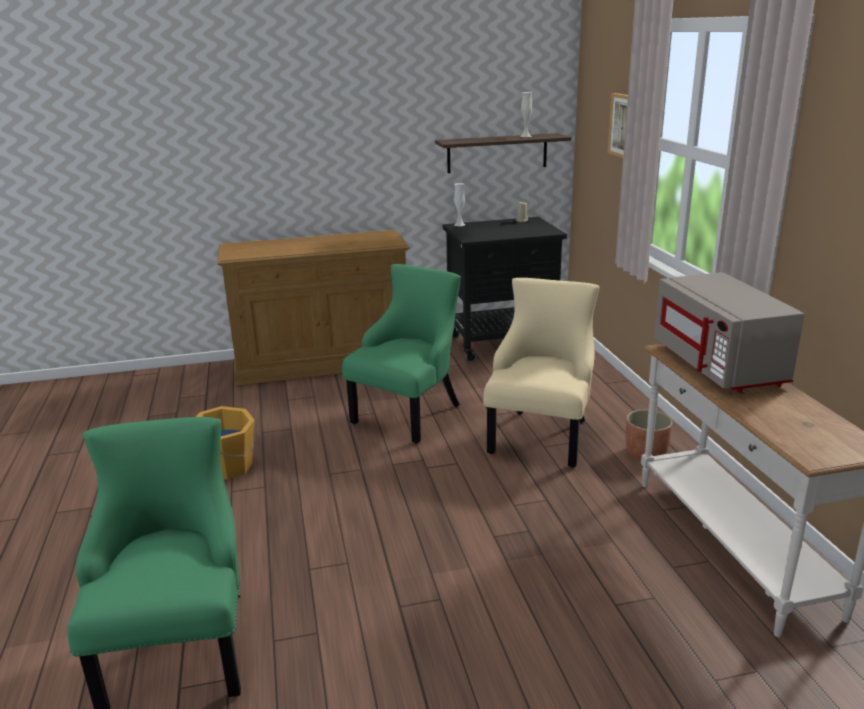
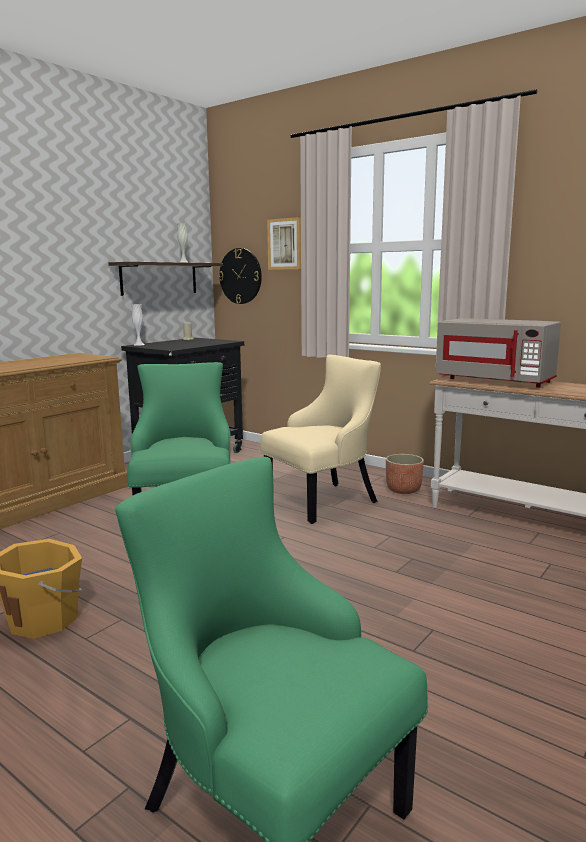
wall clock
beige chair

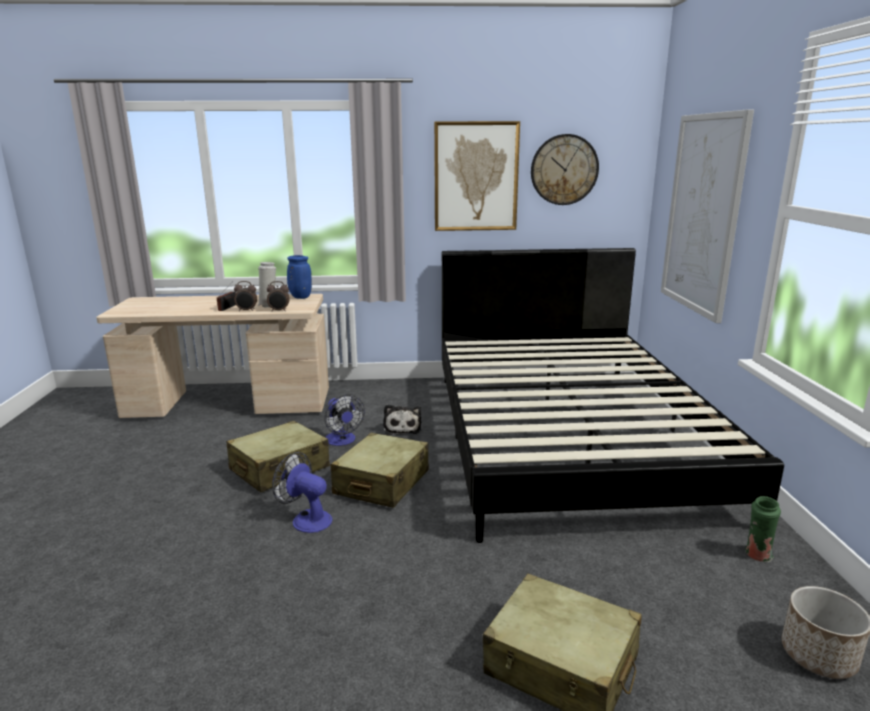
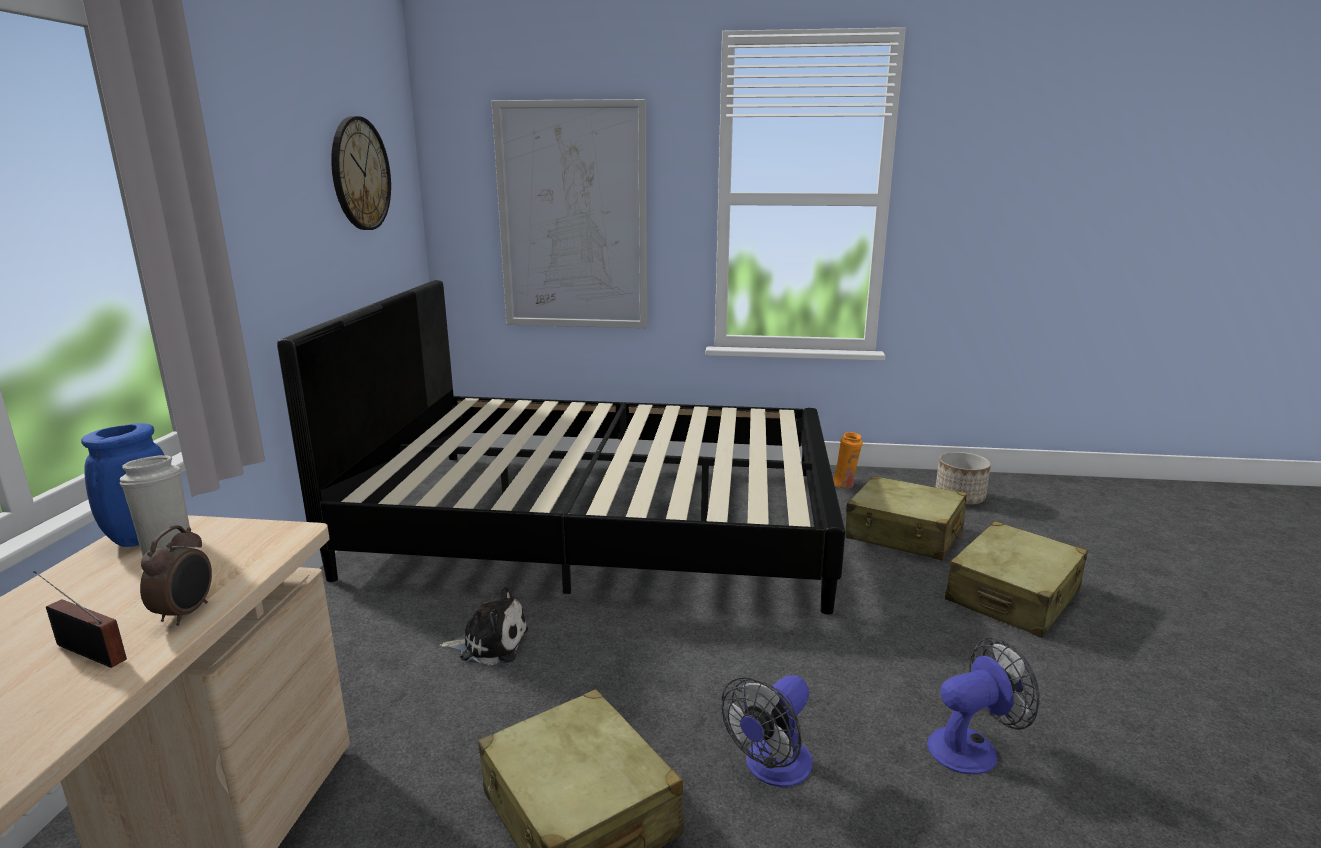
alarm clock (no. 2 from left in the first image)
picture (no. 1 from left in the first image)
fan (no. 2 from left)
beige suitcase (no. 2 from left)
orange vase

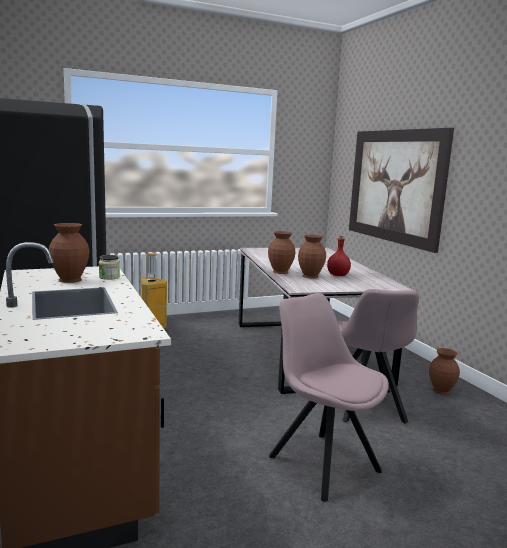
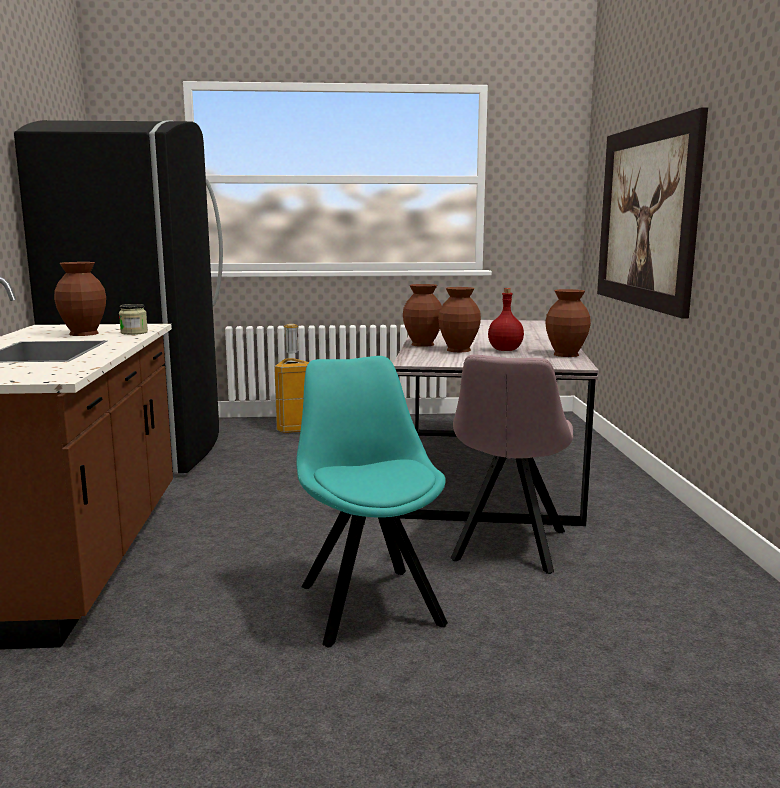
brown vase (no. 4 from left)
turquoise chair

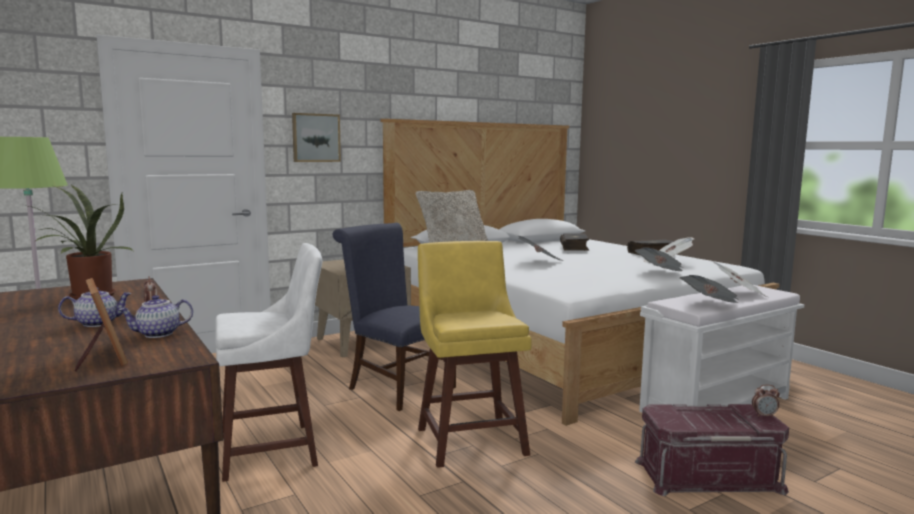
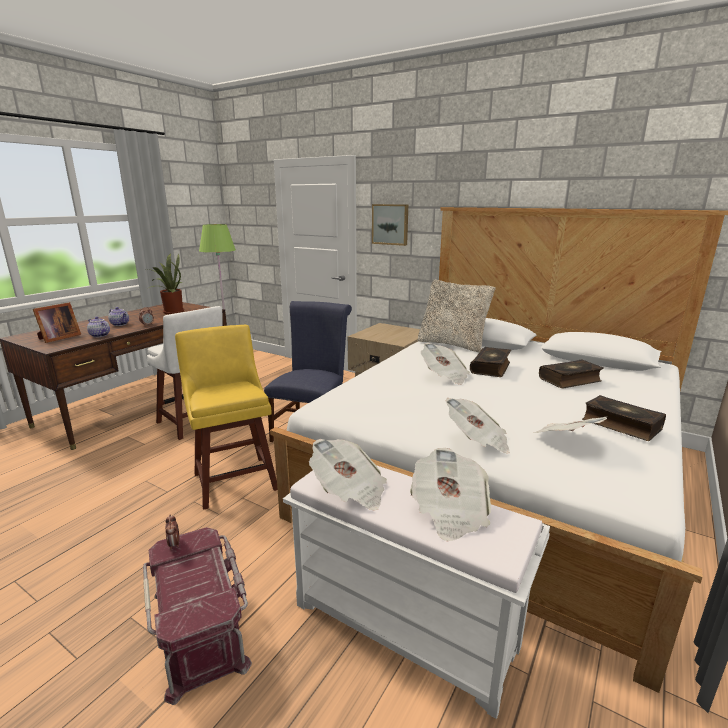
book (no. 1 from left)
alarm clock (no. 2 from left)
yellow chair

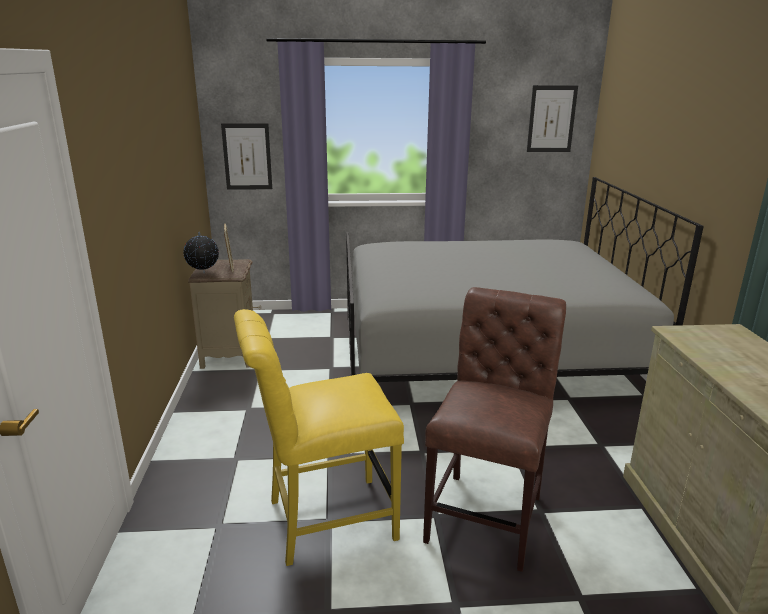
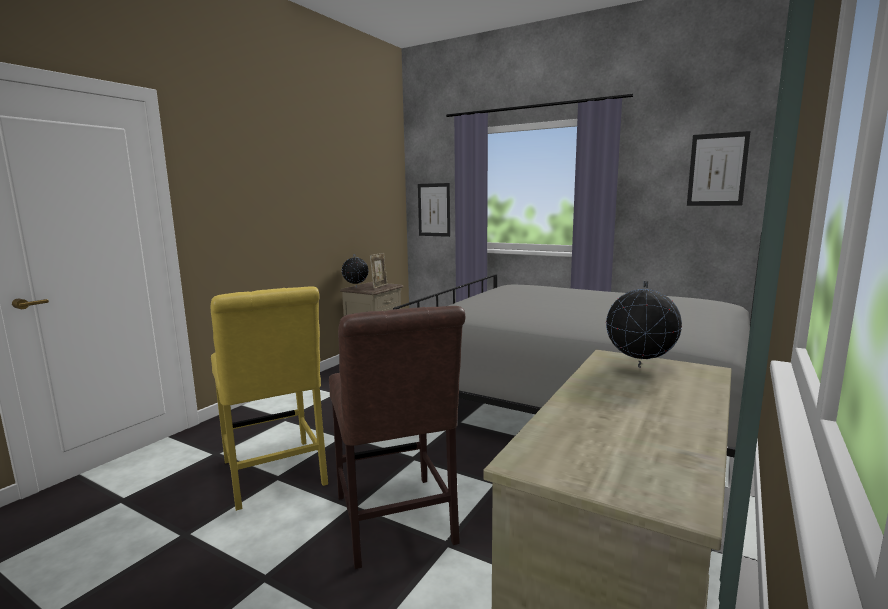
globe (no. 2 from left)
yellow chair
brown chair

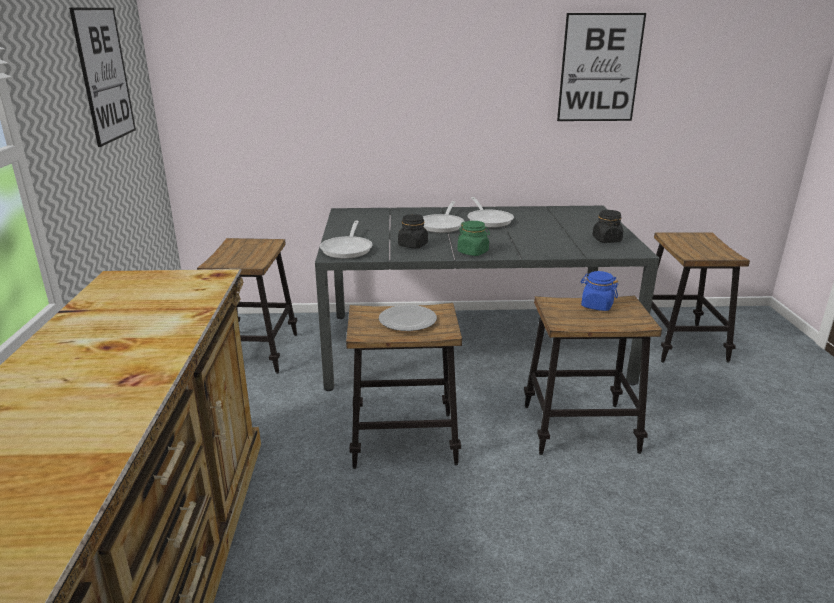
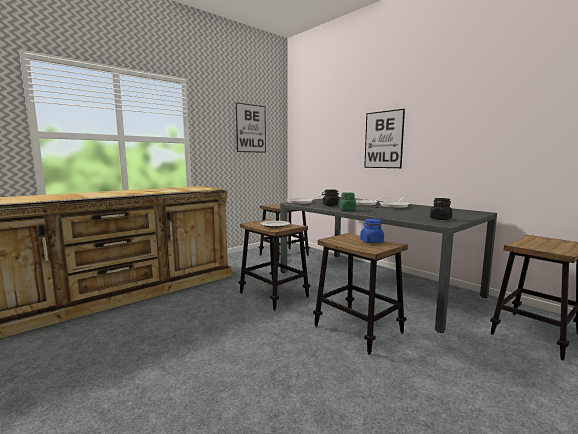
picture (no. 2 from left)

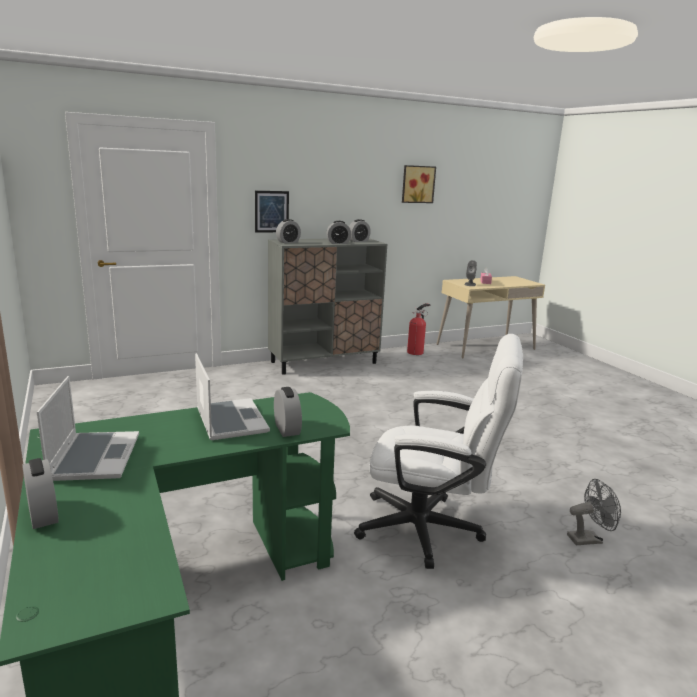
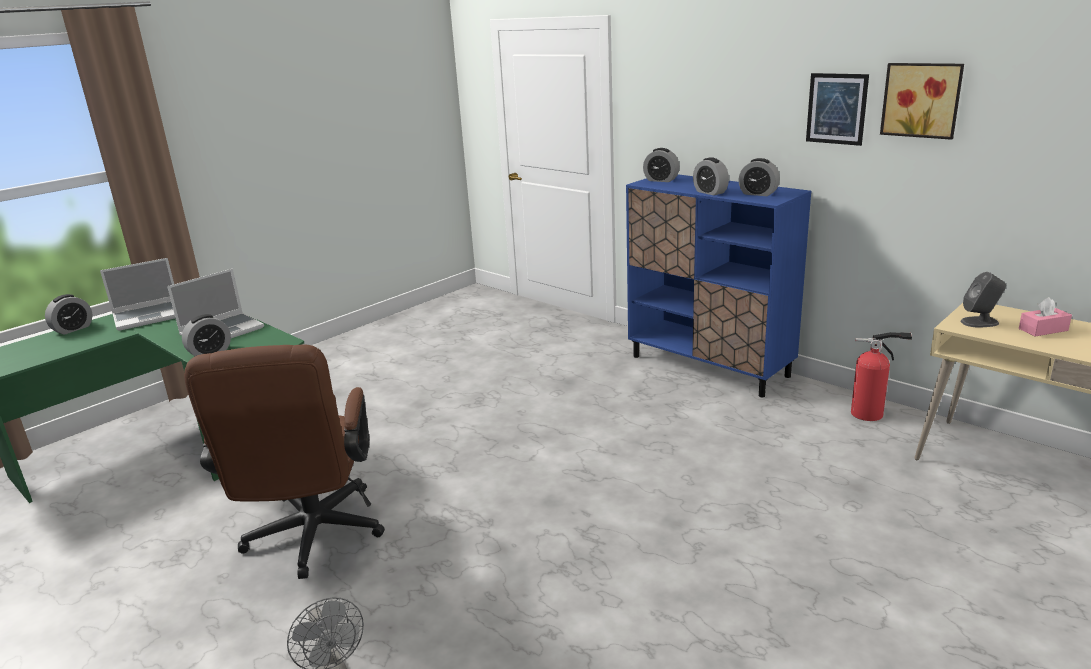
picture (no. 1 from left)
blue cabinet
brown office chair

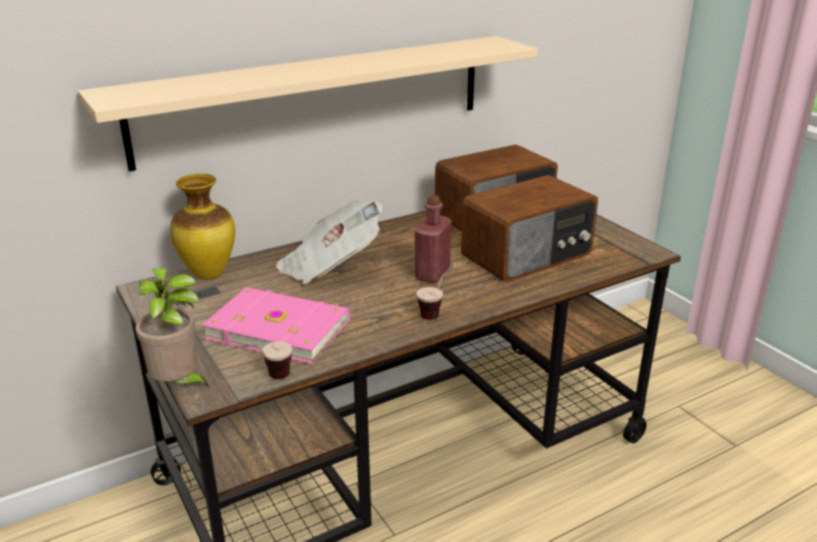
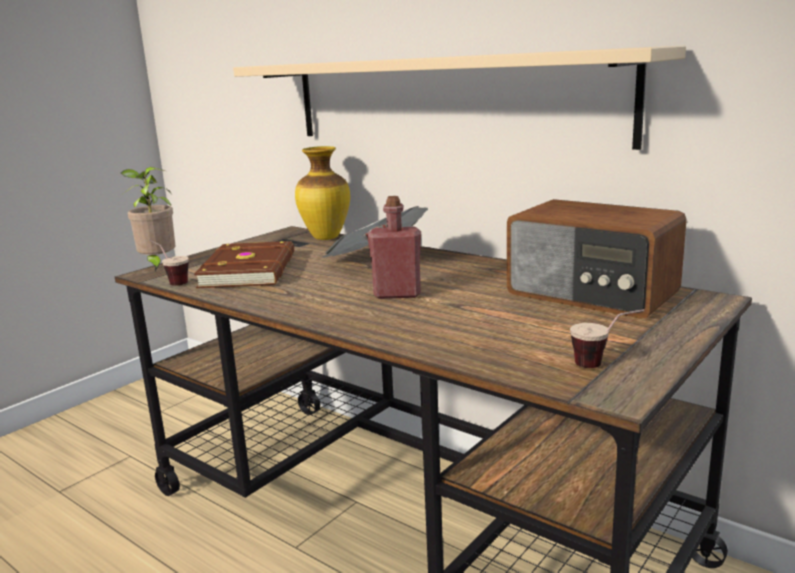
radio (no. 2 from left in the first image)
cup (no. 2 from left)
brown book

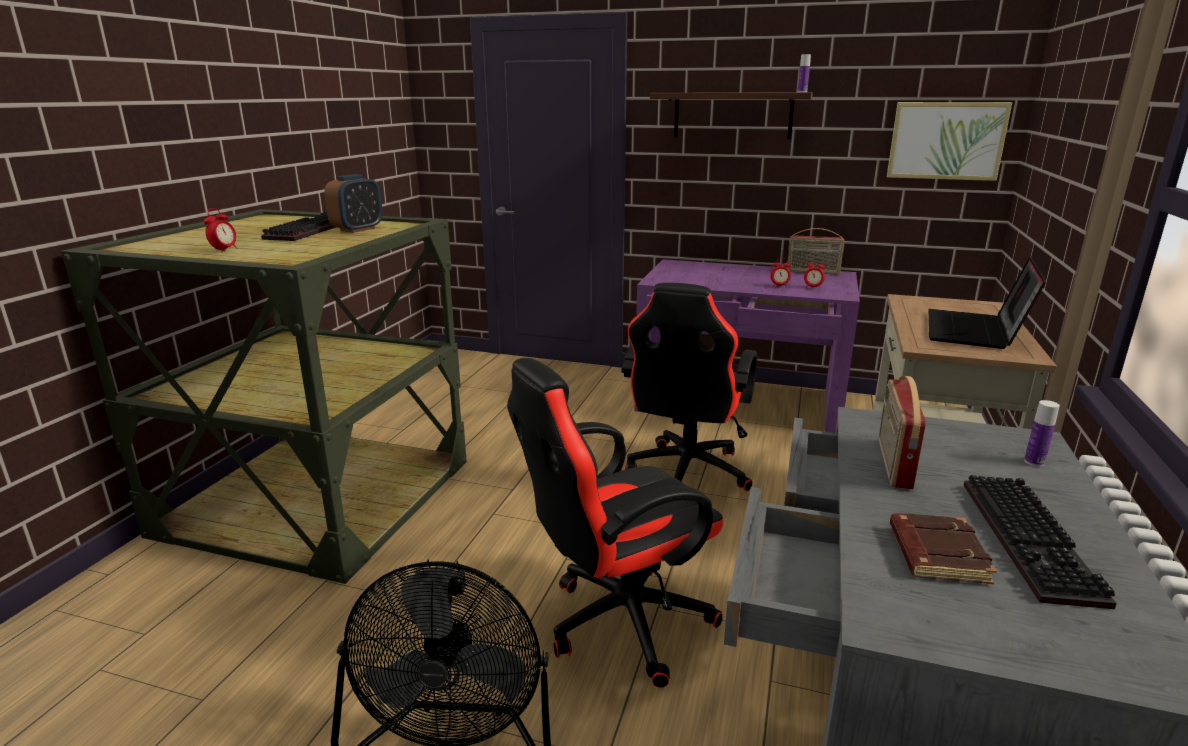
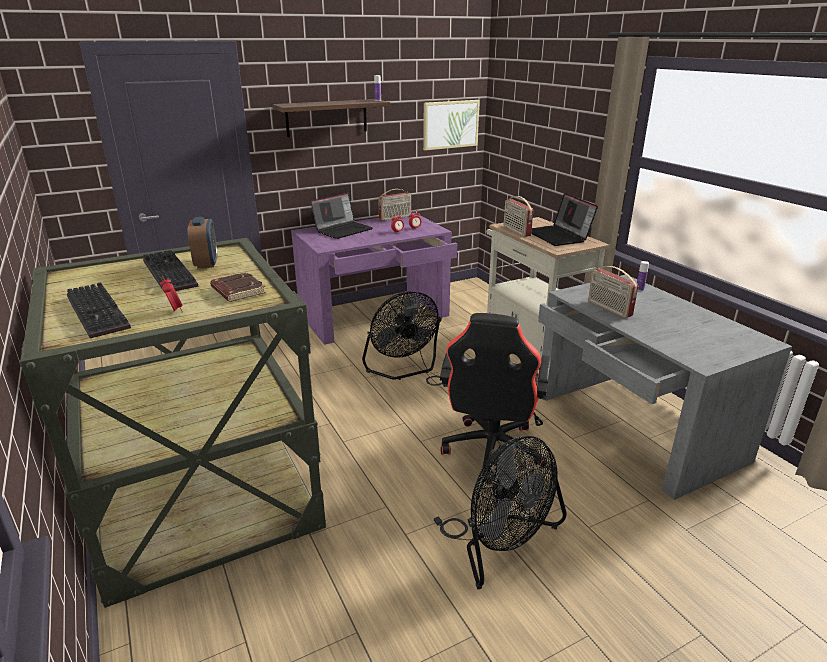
laptop (no. 1 from left)
radio (no. 2 from left)
brown book
keyboard (no. 1 from left)
black fan (no. 1 from left)

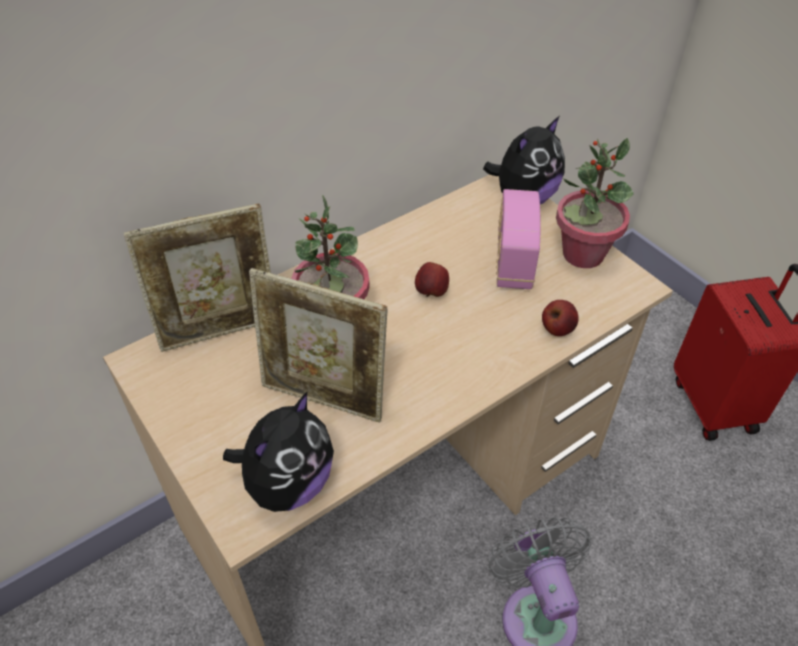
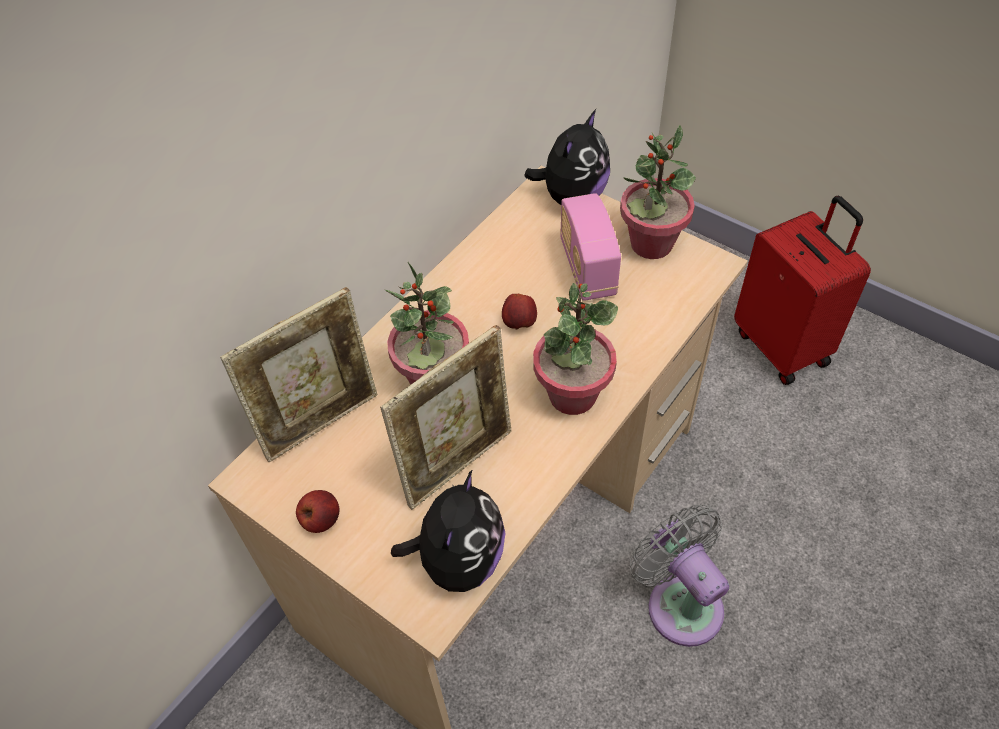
potted plant (no. 2 from left)
apple (no. 1 from left)
picture frame (no. 2 from left)

